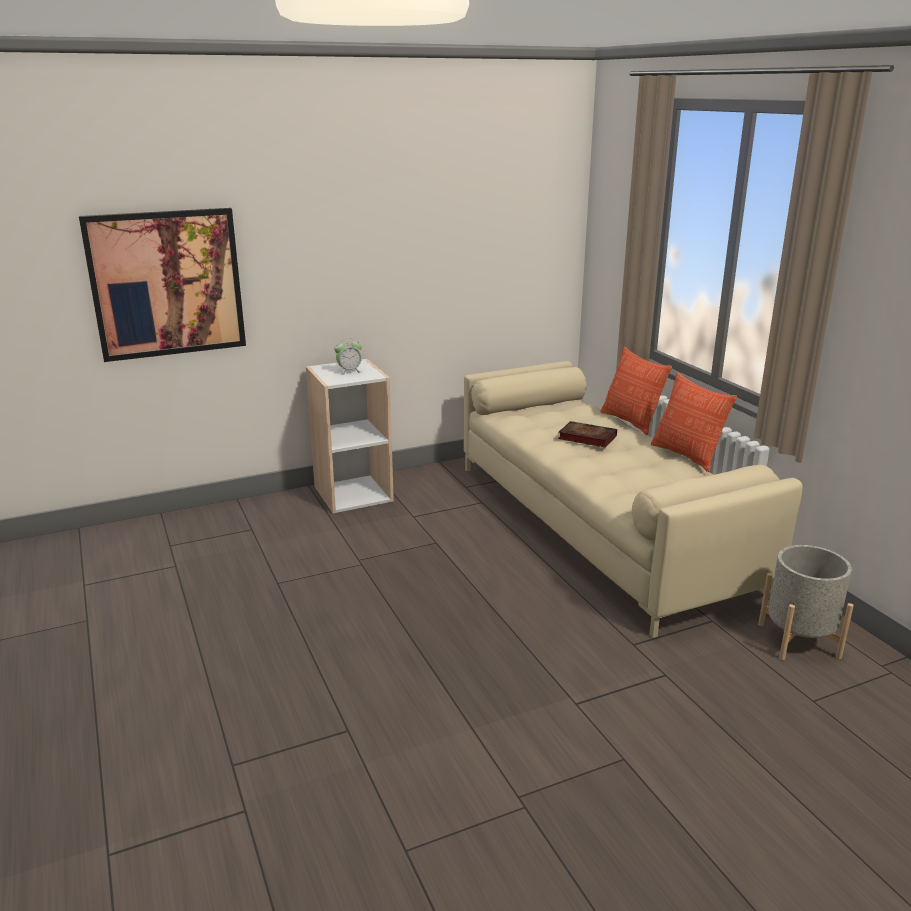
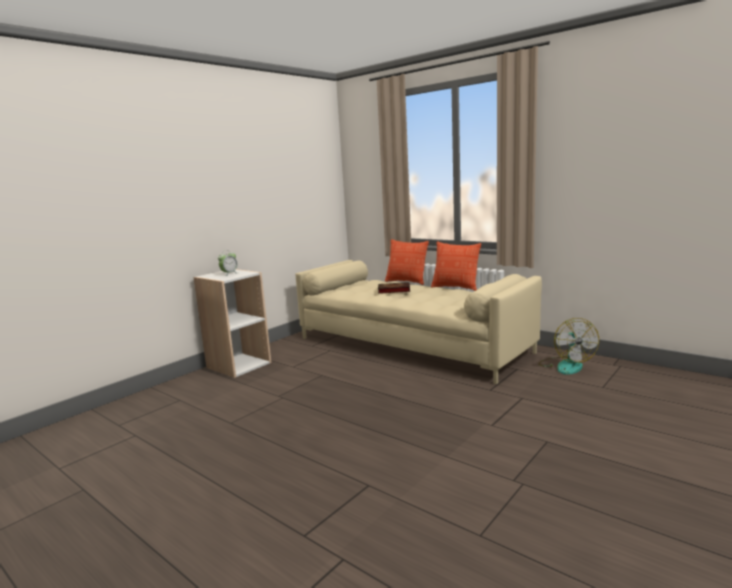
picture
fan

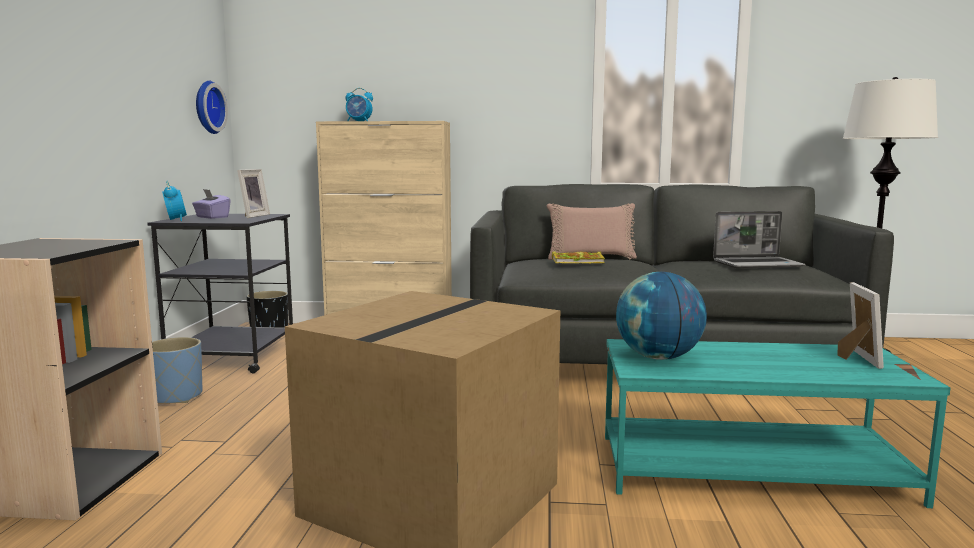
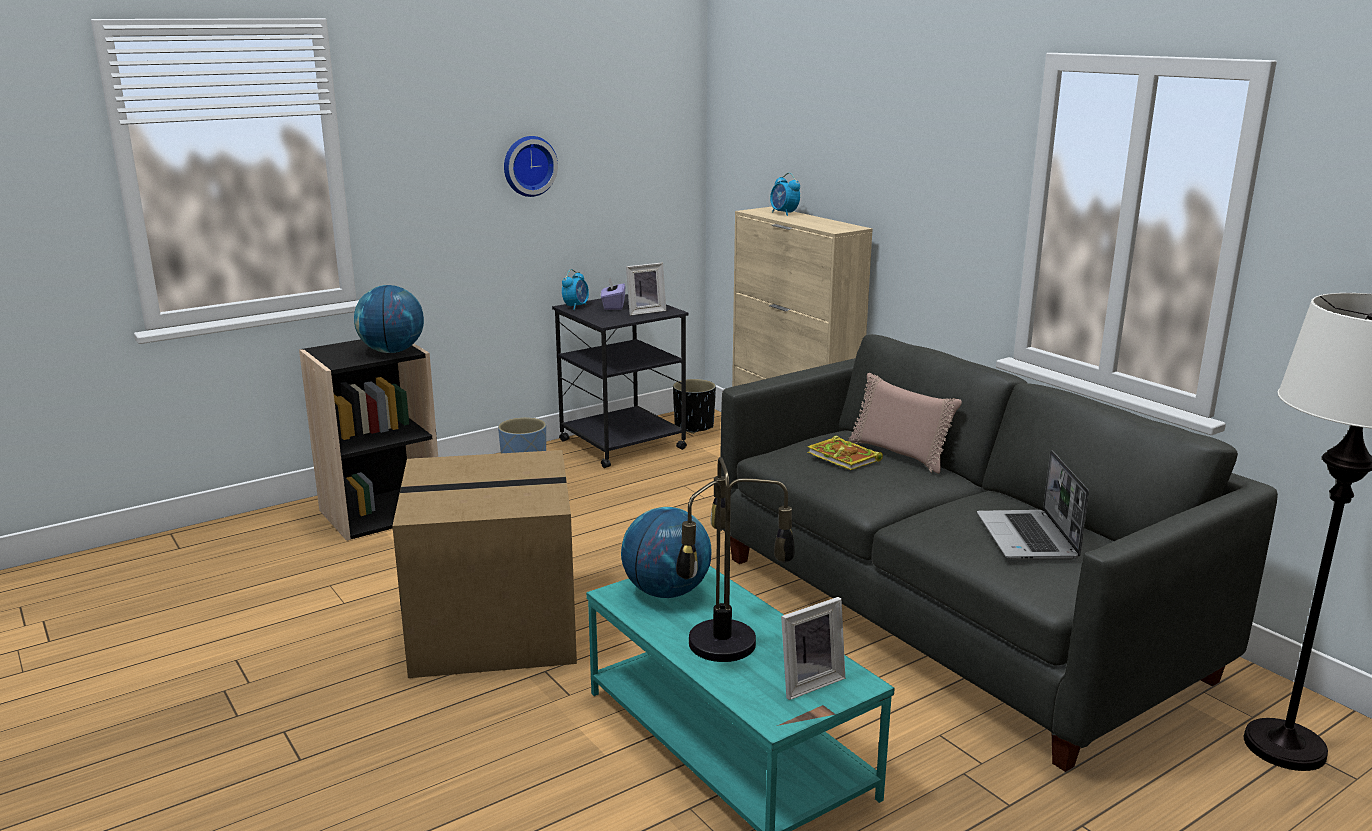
globe (no. 1 from left)
table lamp
wall clock
laptop

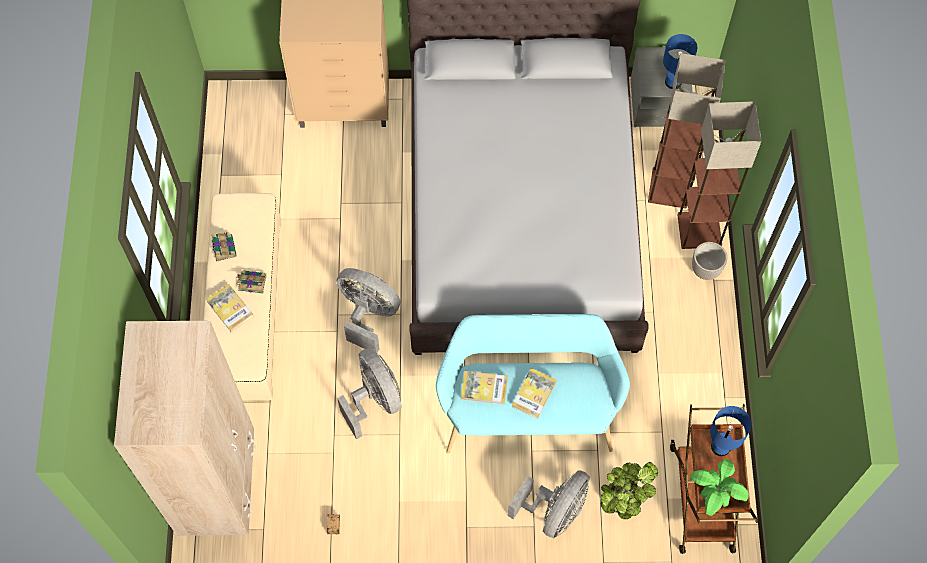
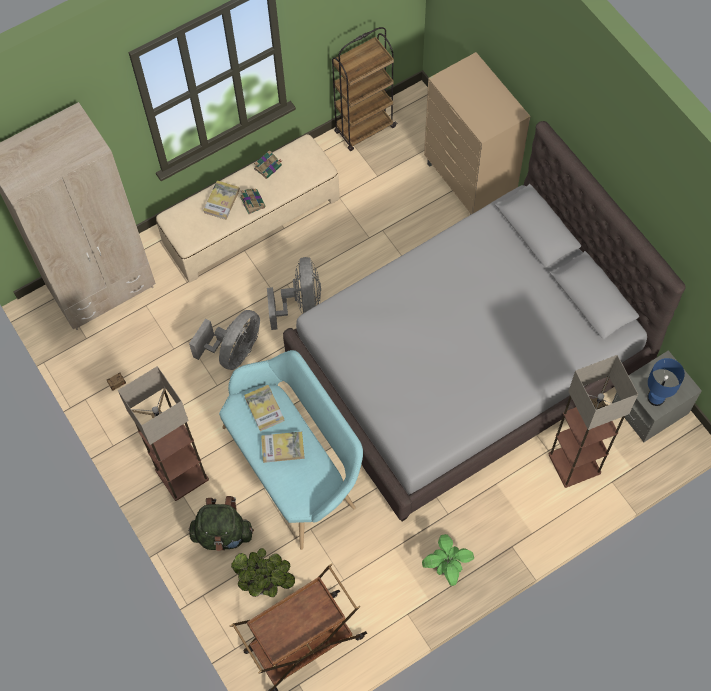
planter
blue table lamp (no. 2 from left in the first image)
brown cart (no. 2 from left)
floor lamp (no. 1 from left)
potted plant (no. 2 from left)
green backpack

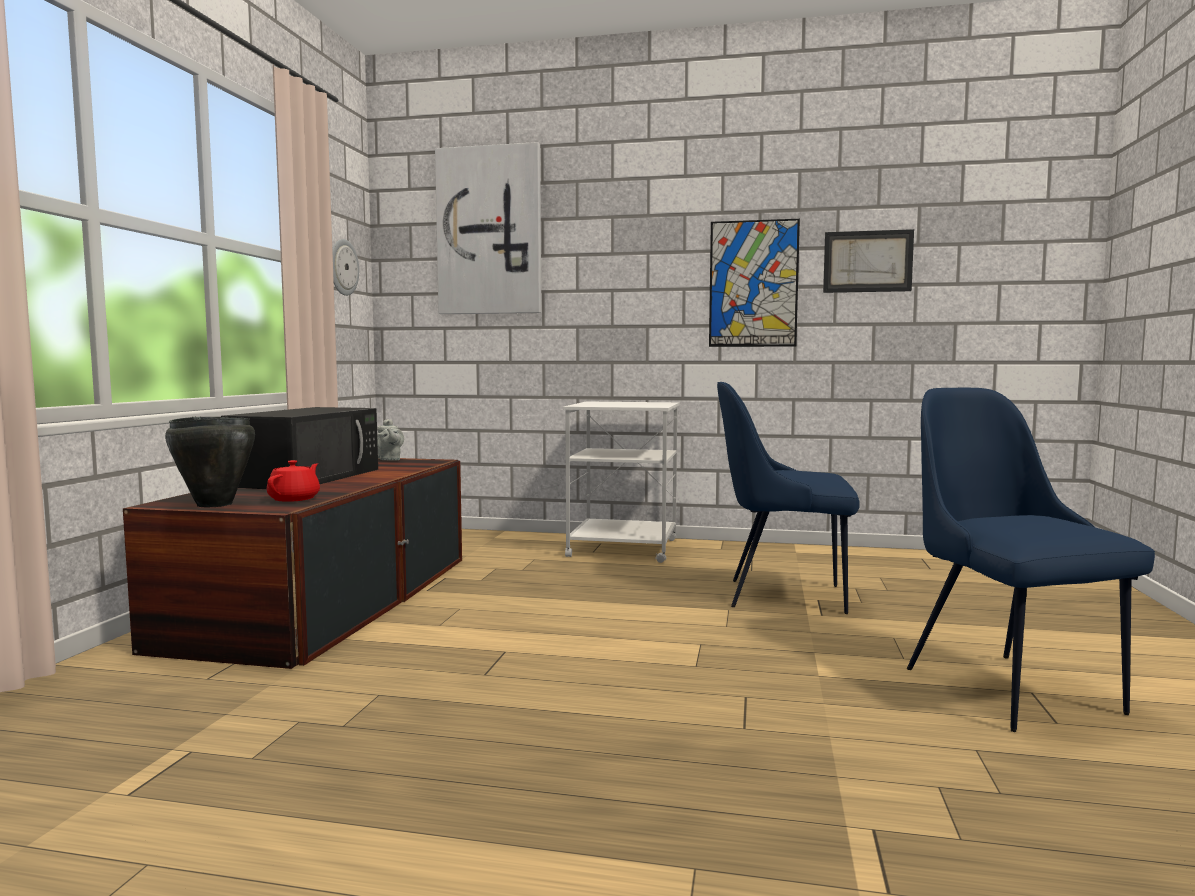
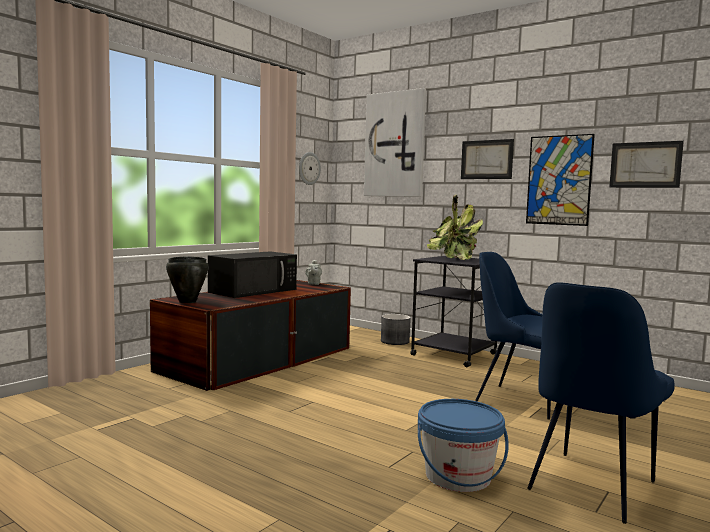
red teapot
grey planter
blue bucket
potted plant
picture (no. 2 from left)
black cart
blue chair (no. 2 from left)

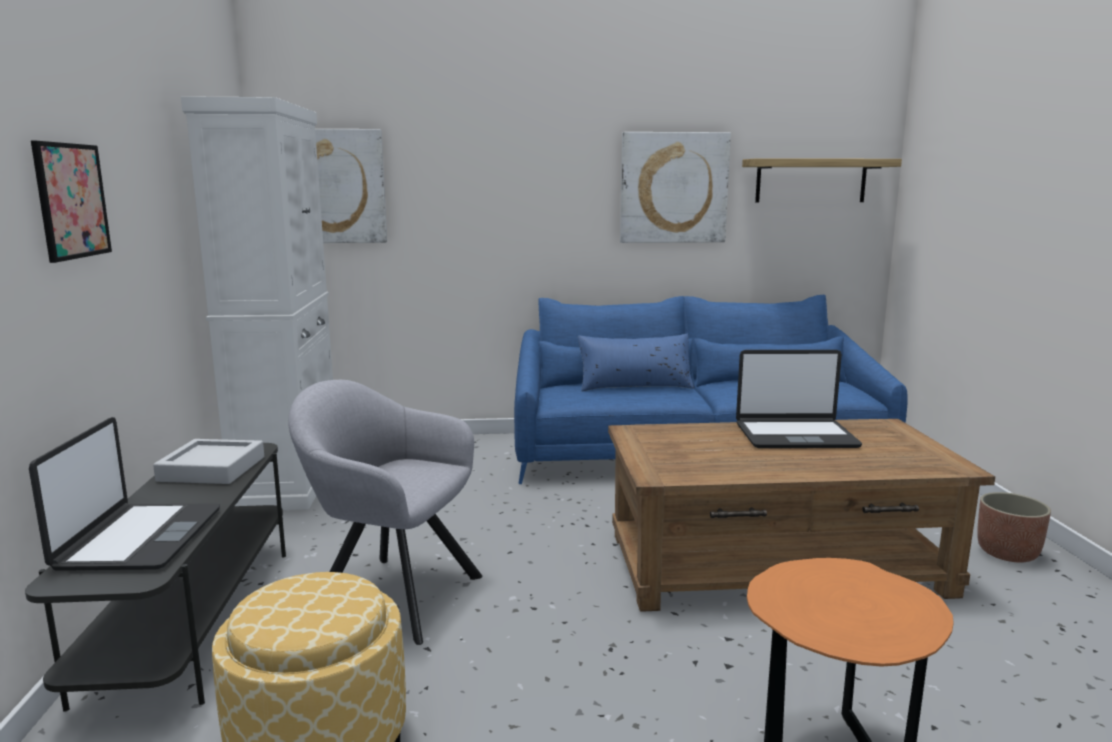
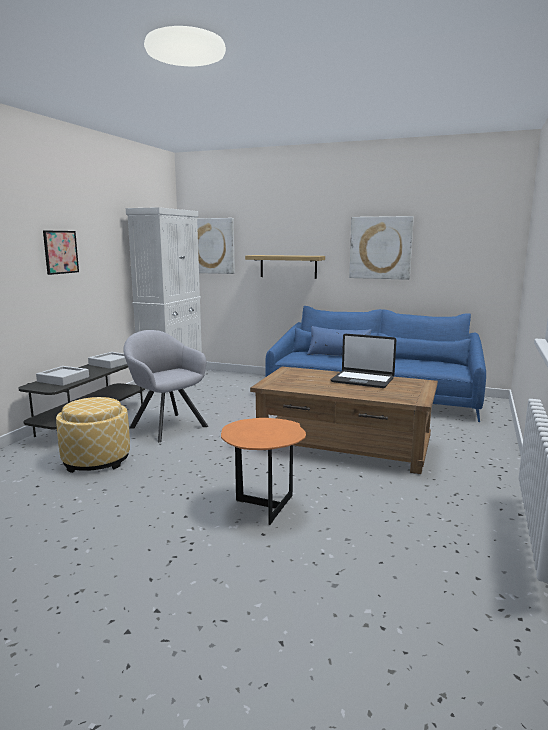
planter
shelf
grey tray (no. 1 from left)

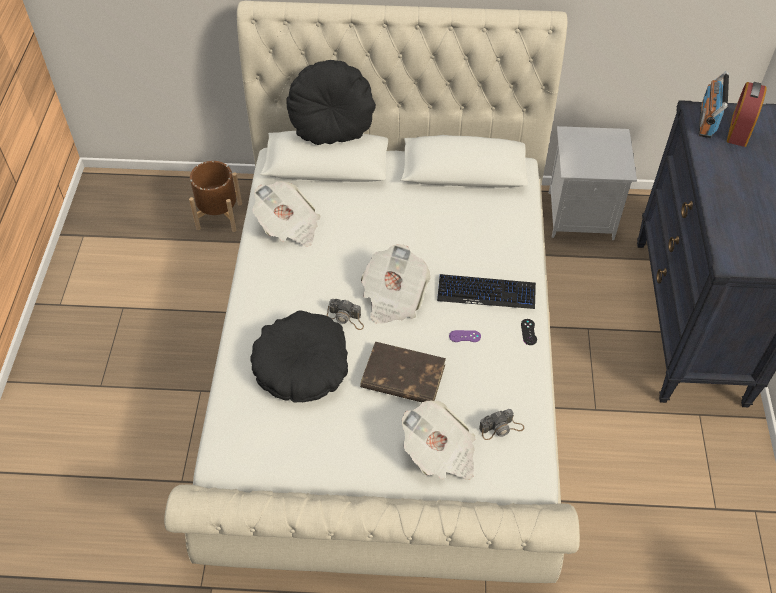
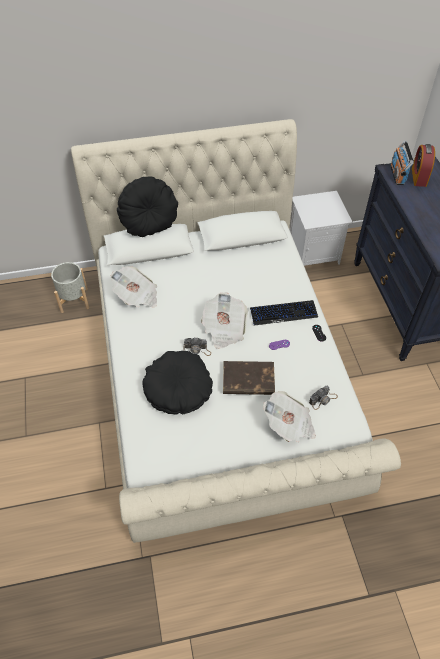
grey planter

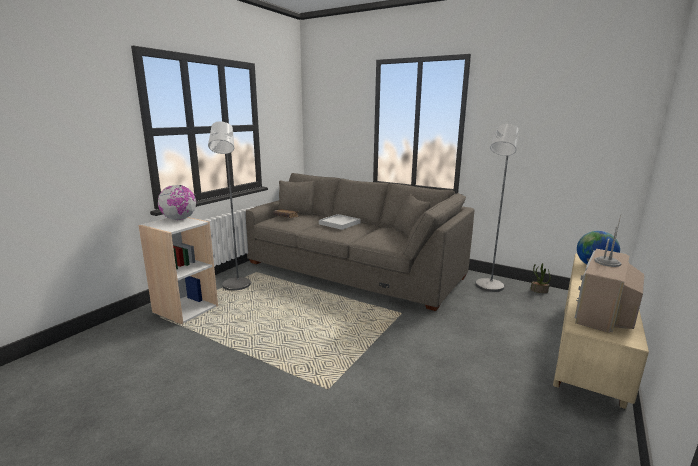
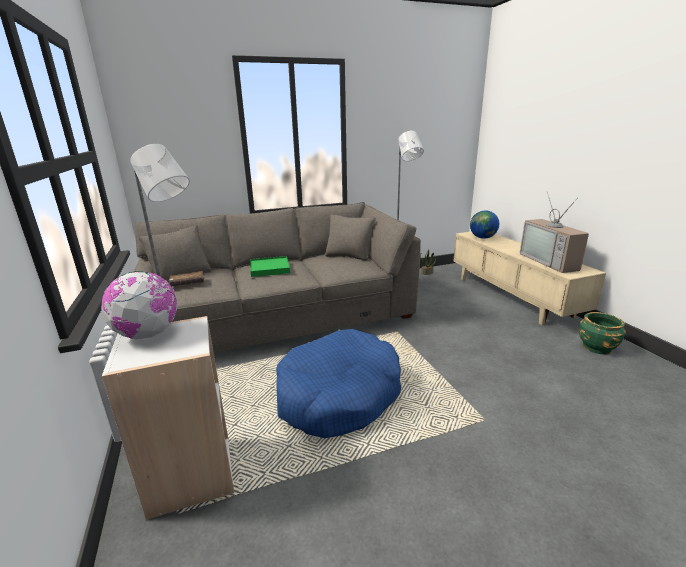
blue dog bed
green planter
green tray

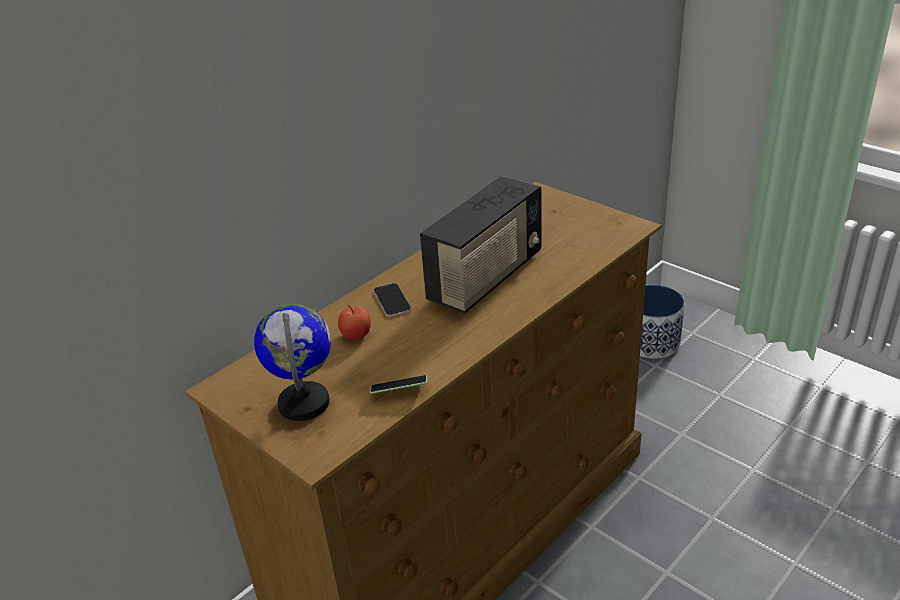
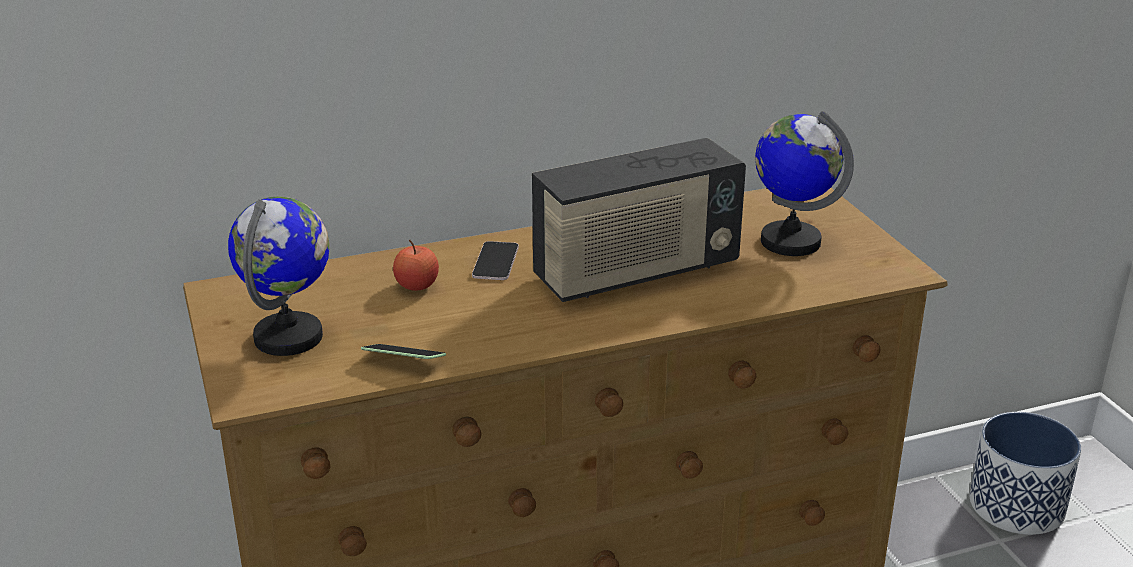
globe (no. 2 from left)

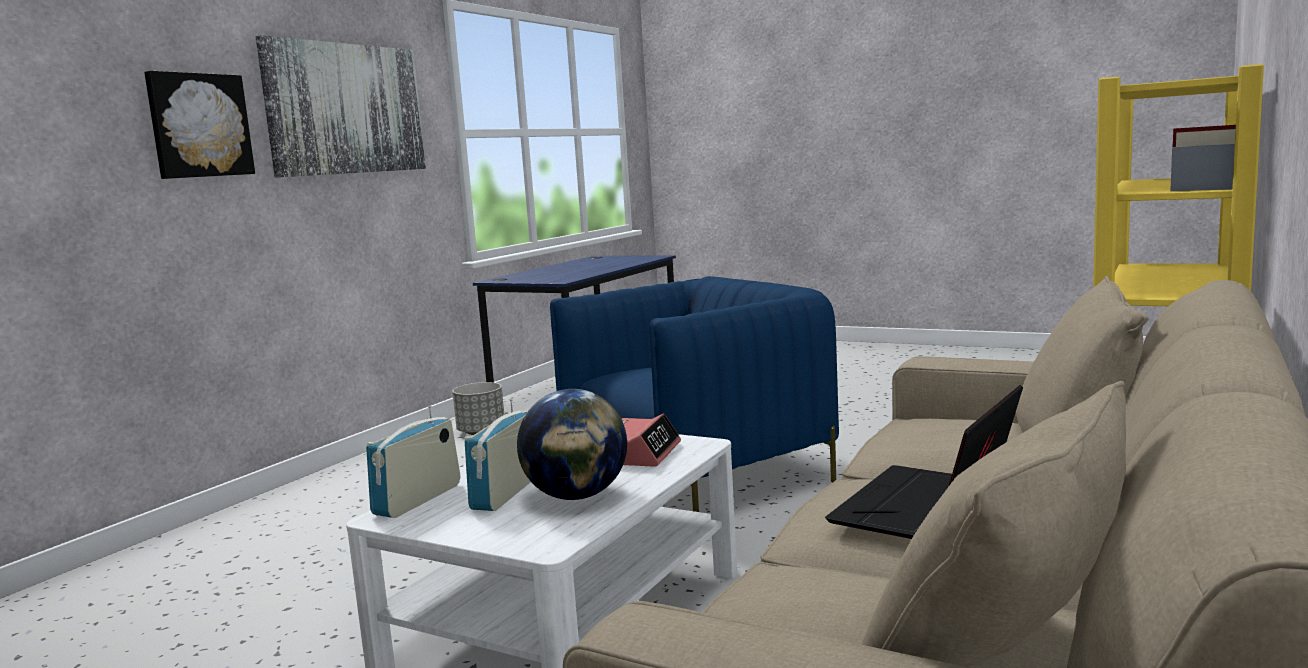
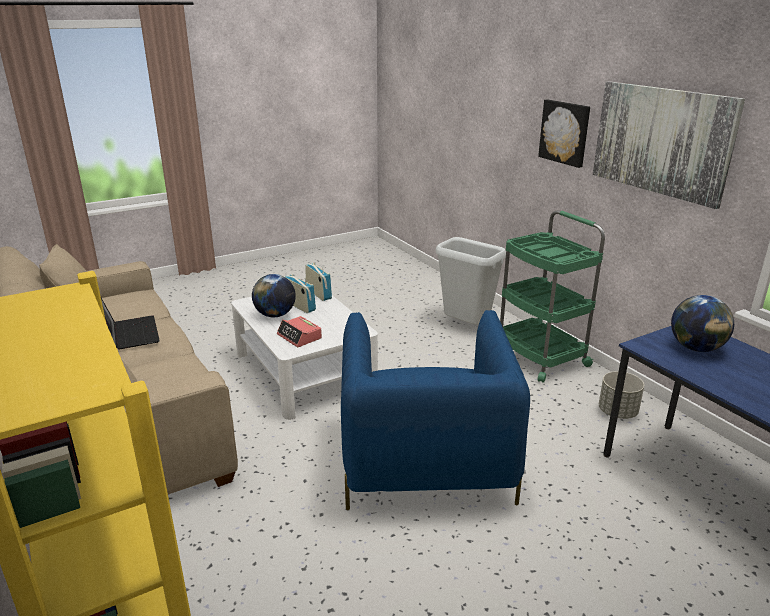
grey trash can
green cart
globe (no. 2 from left)

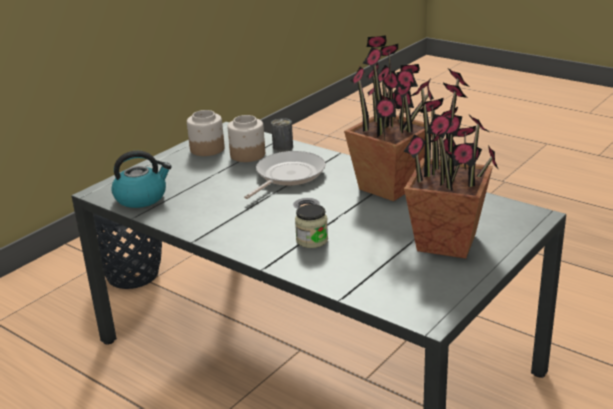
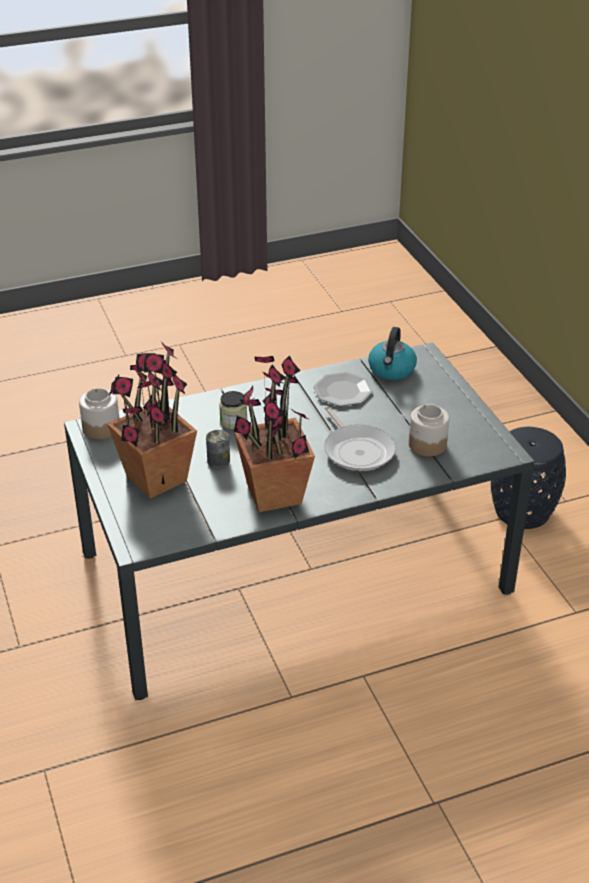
plate
jar (no. 1 from left)
can

